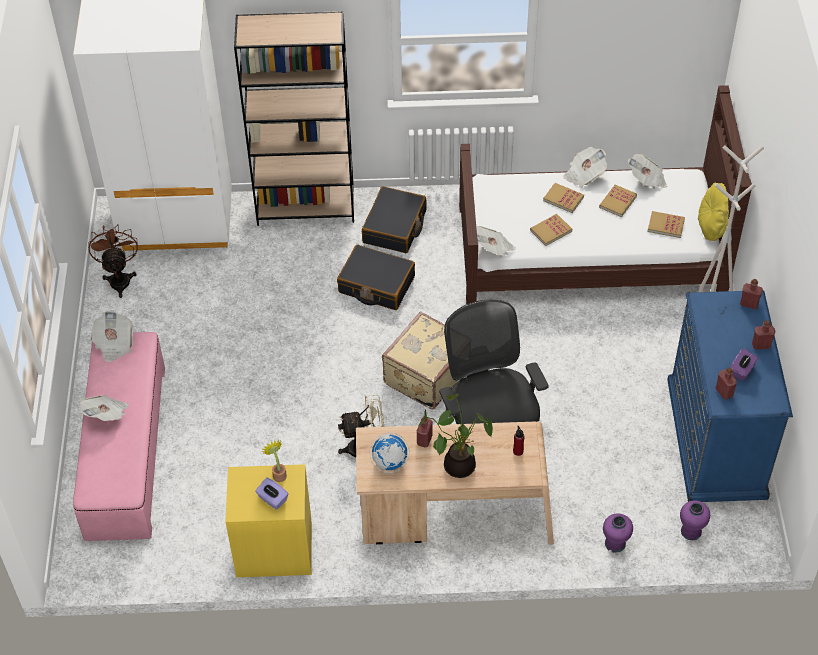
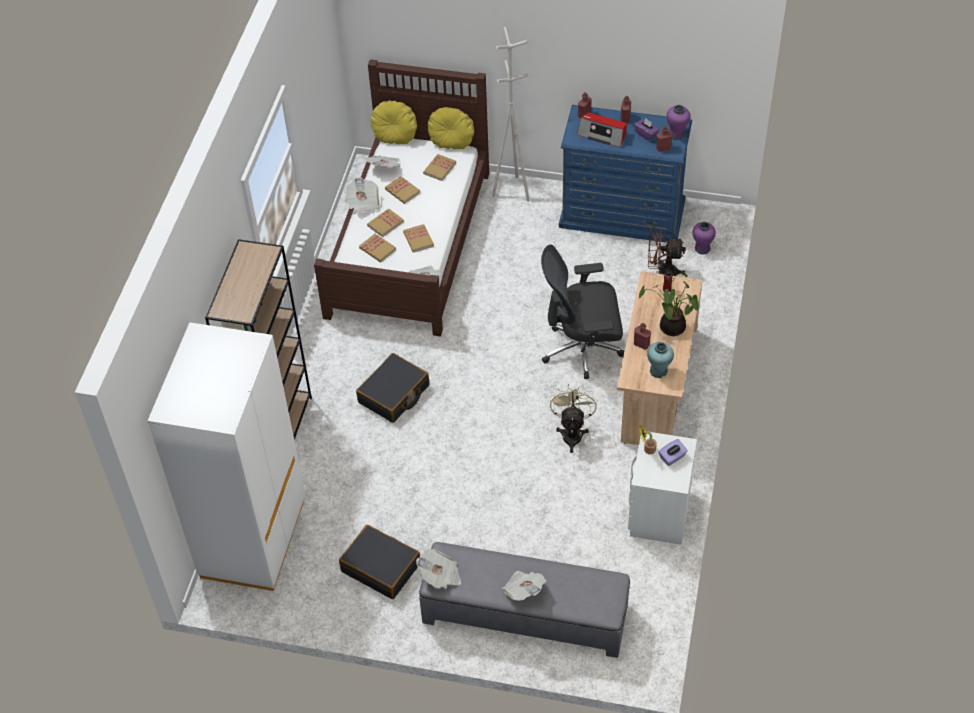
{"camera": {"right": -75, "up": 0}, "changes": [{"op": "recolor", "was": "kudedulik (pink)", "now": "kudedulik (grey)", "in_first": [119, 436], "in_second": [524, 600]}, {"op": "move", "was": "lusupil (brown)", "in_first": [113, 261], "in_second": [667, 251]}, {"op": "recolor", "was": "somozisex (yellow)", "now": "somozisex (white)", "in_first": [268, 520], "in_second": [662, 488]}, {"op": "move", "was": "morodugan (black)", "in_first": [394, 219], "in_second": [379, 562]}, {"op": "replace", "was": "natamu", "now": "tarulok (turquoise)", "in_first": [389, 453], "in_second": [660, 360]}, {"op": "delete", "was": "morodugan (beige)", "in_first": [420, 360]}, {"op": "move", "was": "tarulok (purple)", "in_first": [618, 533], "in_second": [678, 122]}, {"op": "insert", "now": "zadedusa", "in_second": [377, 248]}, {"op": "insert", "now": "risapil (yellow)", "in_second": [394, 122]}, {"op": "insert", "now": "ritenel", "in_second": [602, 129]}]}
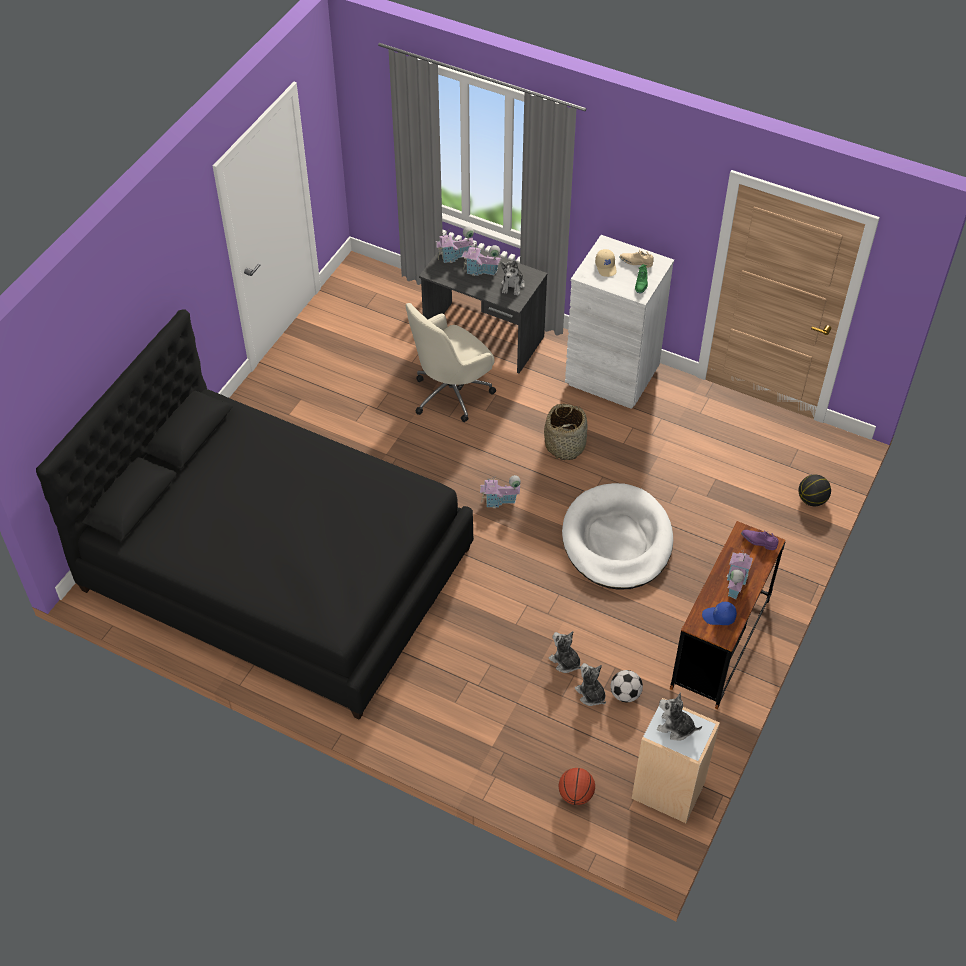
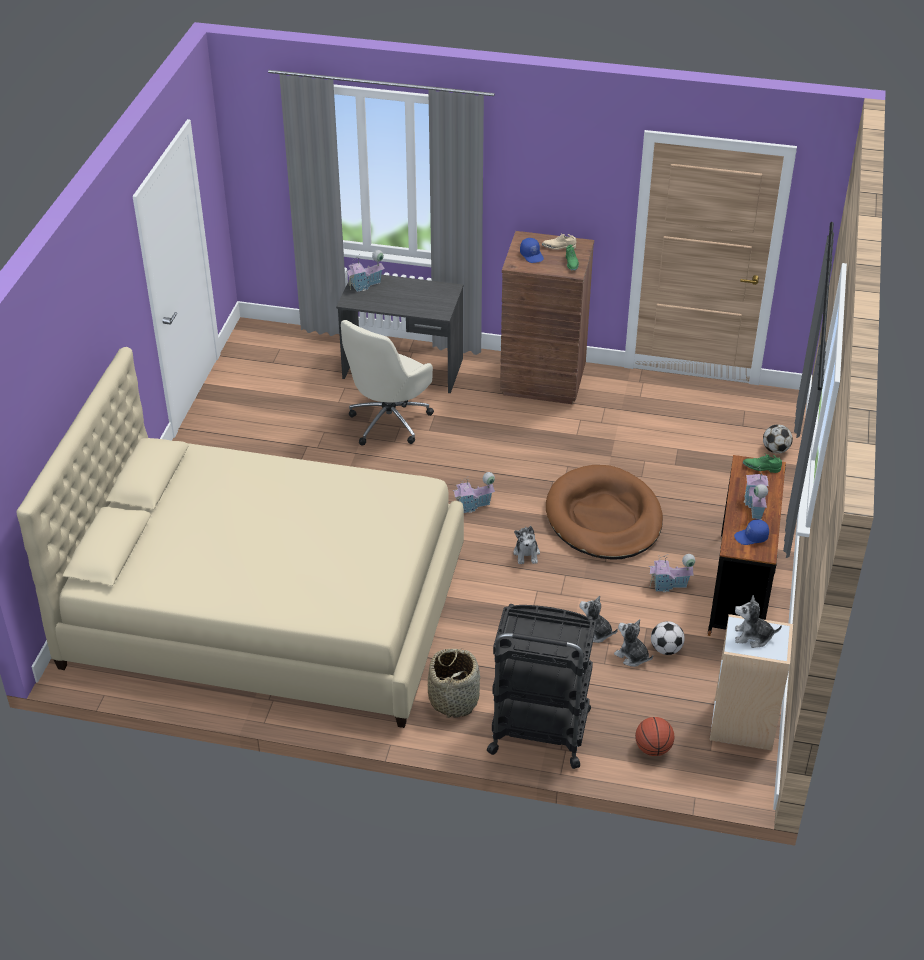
{"camera": {"right": -15, "up": -10}, "changes": [{"op": "recolor", "was": "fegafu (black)", "now": "fegafu (beige)", "in_first": [255, 514], "in_second": [240, 537]}, {"op": "move", "was": "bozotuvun", "in_first": [481, 259], "in_second": [672, 573]}, {"op": "move", "was": "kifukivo", "in_first": [512, 277], "in_second": [526, 545]}, {"op": "move", "was": "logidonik", "in_first": [566, 432], "in_second": [454, 683]}, {"op": "recolor", "was": "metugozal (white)", "now": "metugozal (brown)", "in_first": [617, 536], "in_second": [604, 512]}, {"op": "recolor", "was": "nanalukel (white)", "now": "nanalukel (brown)", "in_first": [619, 322], "in_second": [547, 317]}, {"op": "recolor", "was": "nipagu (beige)", "now": "nipagu (blue)", "in_first": [606, 263], "in_second": [532, 250]}, {"op": "recolor", "was": "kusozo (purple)", "now": "kusozo (green)", "in_first": [760, 540], "in_second": [762, 463]}, {"op": "replace", "was": "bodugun", "now": "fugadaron", "in_first": [815, 490], "in_second": [778, 438]}, {"op": "insert", "now": "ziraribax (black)", "in_second": [541, 686]}]}
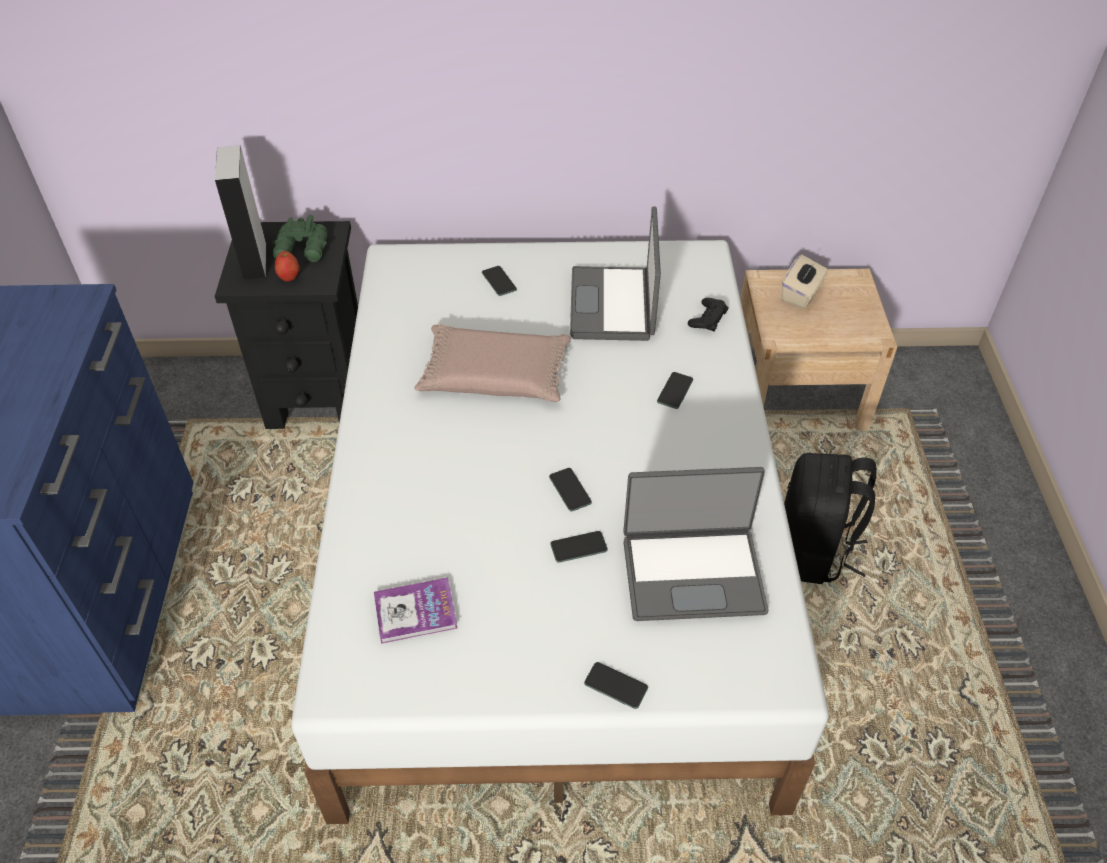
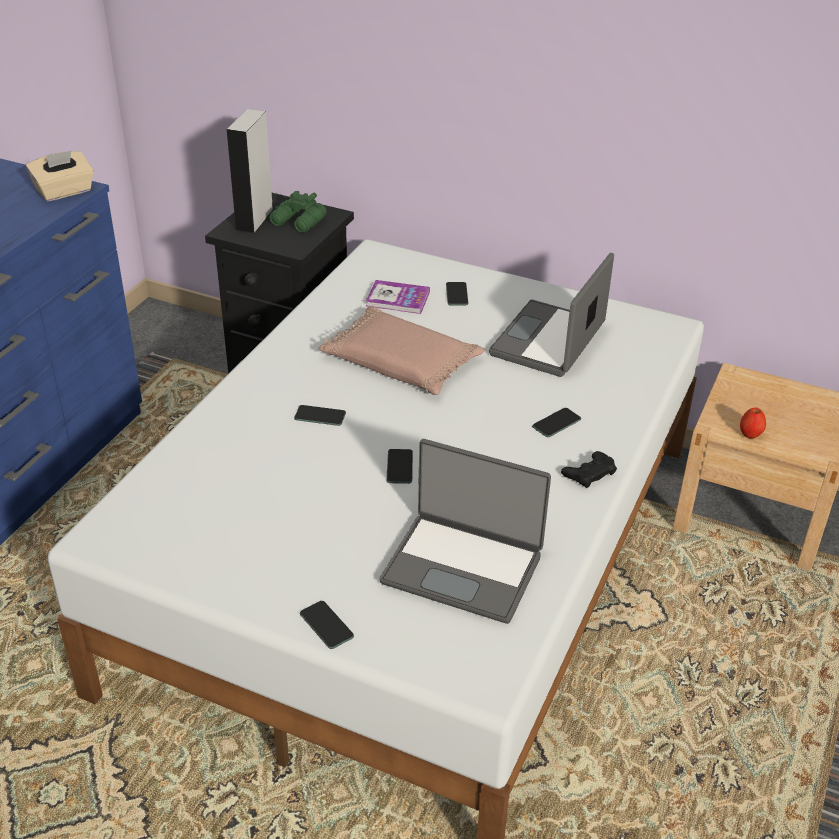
{"camera": {"right": 25, "up": -10}, "changes": [{"op": "move", "was": "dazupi", "in_first": [287, 266], "in_second": [753, 422]}, {"op": "move", "was": "zadedusa", "in_first": [415, 611], "in_second": [398, 297]}, {"op": "move", "was": "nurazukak", "in_first": [579, 547], "in_second": [320, 415]}, {"op": "move", "was": "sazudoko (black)", "in_first": [708, 315], "in_second": [589, 469]}, {"op": "move", "was": "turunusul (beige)", "in_first": [804, 282], "in_second": [60, 176]}, {"op": "delete", "was": "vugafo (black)", "in_first": [830, 518]}]}
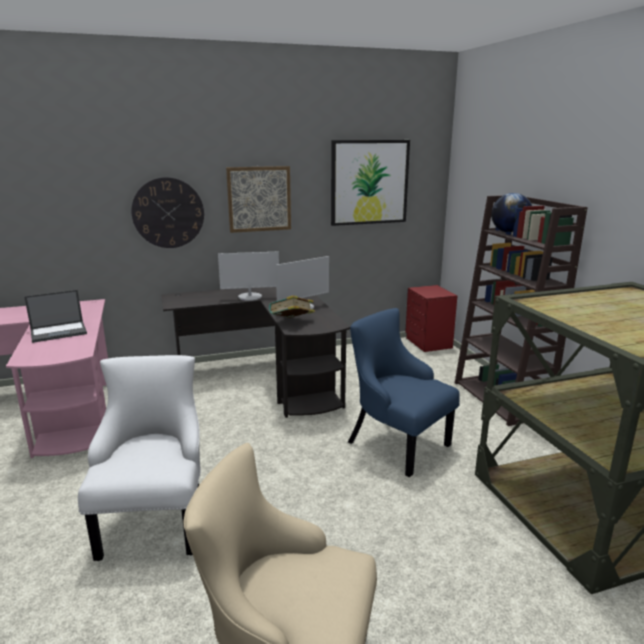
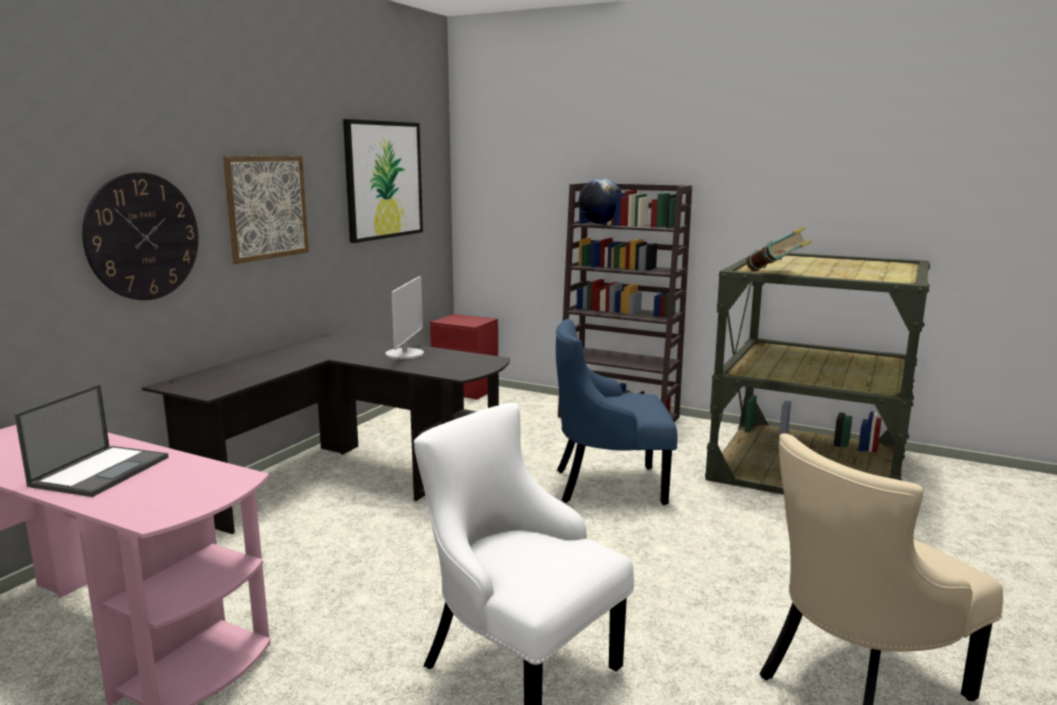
{"camera": {"right": -45, "up": -5}, "changes": [{"op": "delete", "was": "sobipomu", "in_first": [248, 276]}, {"op": "move", "was": "zadedusa", "in_first": [292, 306], "in_second": [779, 249]}]}
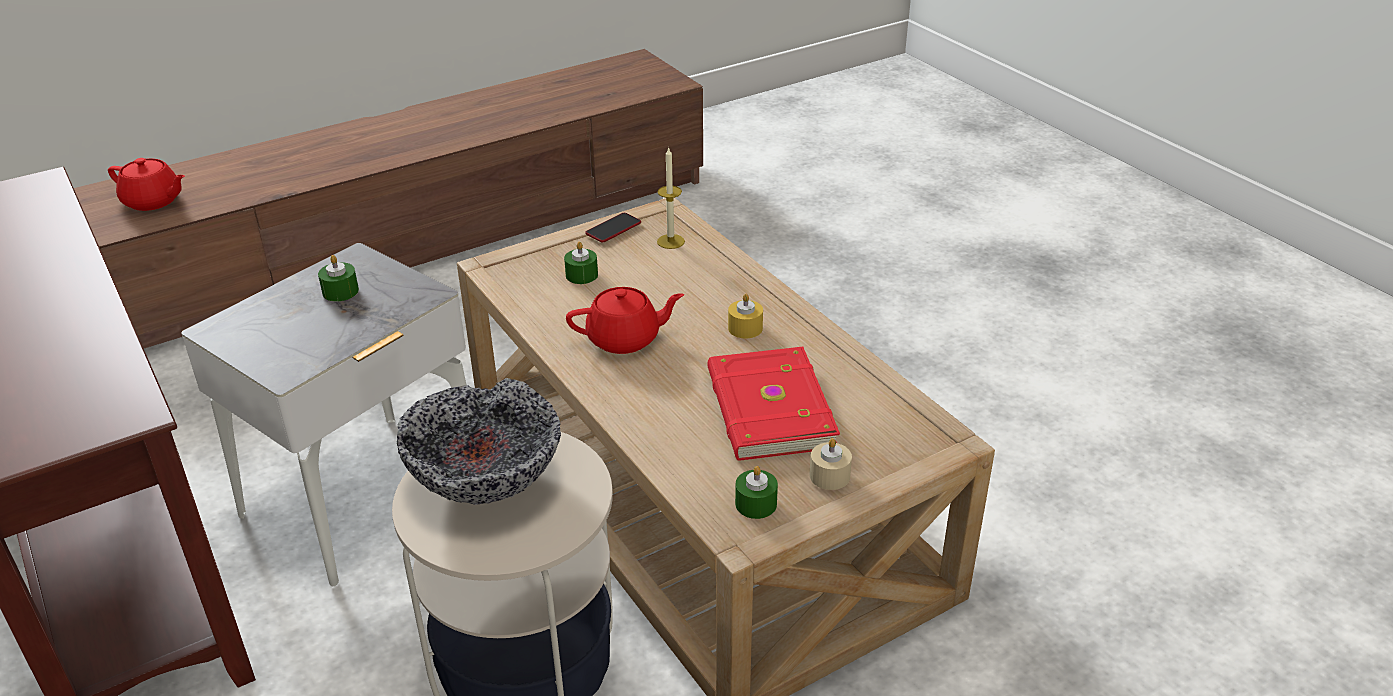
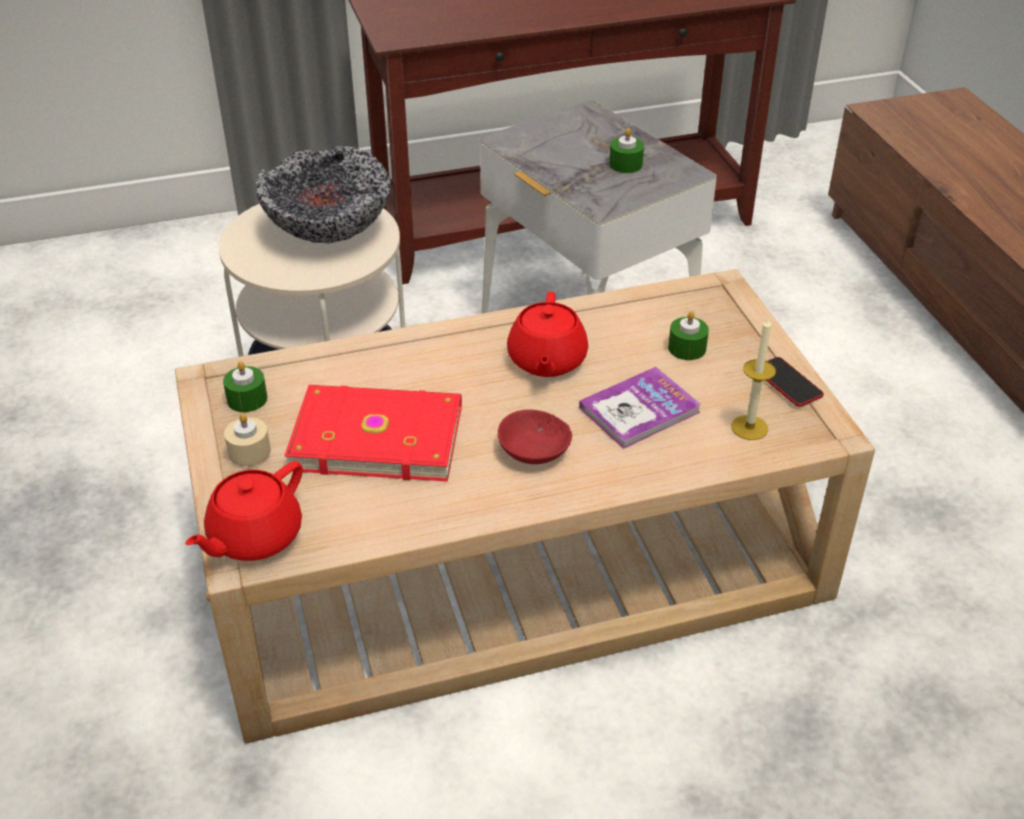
{"camera": {"right": 105, "up": 5}, "changes": [{"op": "move", "was": "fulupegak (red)", "in_first": [146, 184], "in_second": [244, 511]}, {"op": "replace", "was": "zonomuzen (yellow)", "now": "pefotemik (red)", "in_first": [745, 315], "in_second": [535, 437]}, {"op": "insert", "now": "zadedusa", "in_second": [640, 408]}]}
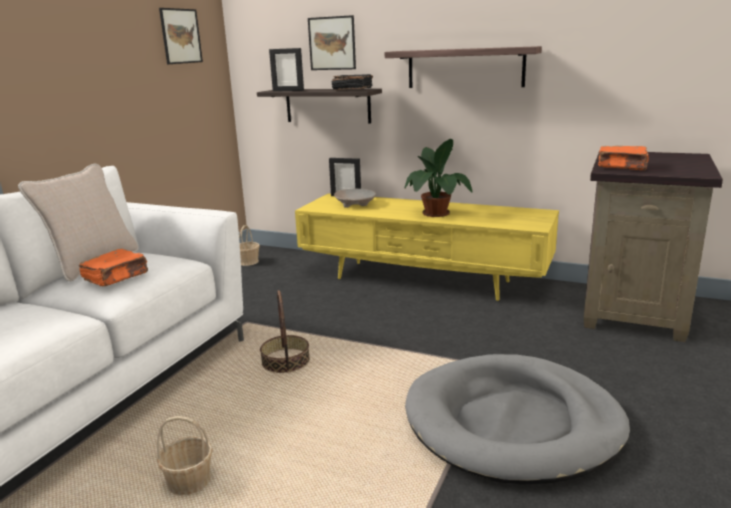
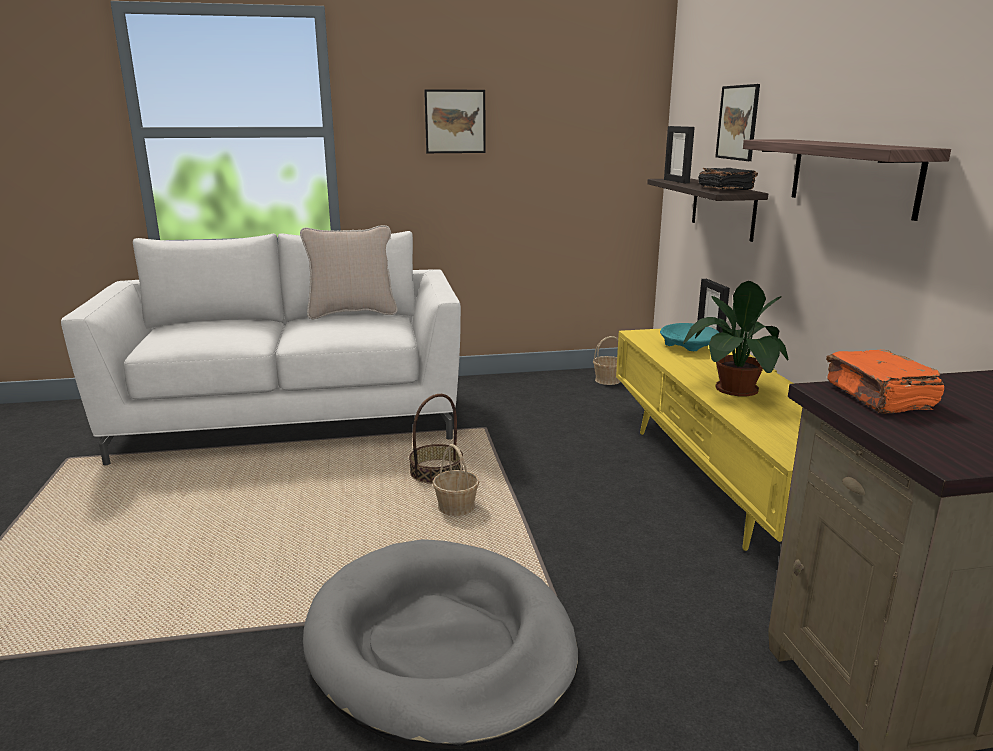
{"camera": {"right": 55, "up": 0}, "changes": [{"op": "delete", "was": "zadedusa (orange)", "in_first": [113, 267]}, {"op": "move", "was": "logidonik", "in_first": [185, 456], "in_second": [456, 480]}, {"op": "move", "was": "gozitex", "in_first": [181, 36], "in_second": [455, 121]}, {"op": "recolor", "was": "pefotemik (beige)", "now": "pefotemik (turquoise)", "in_first": [355, 198], "in_second": [689, 337]}]}
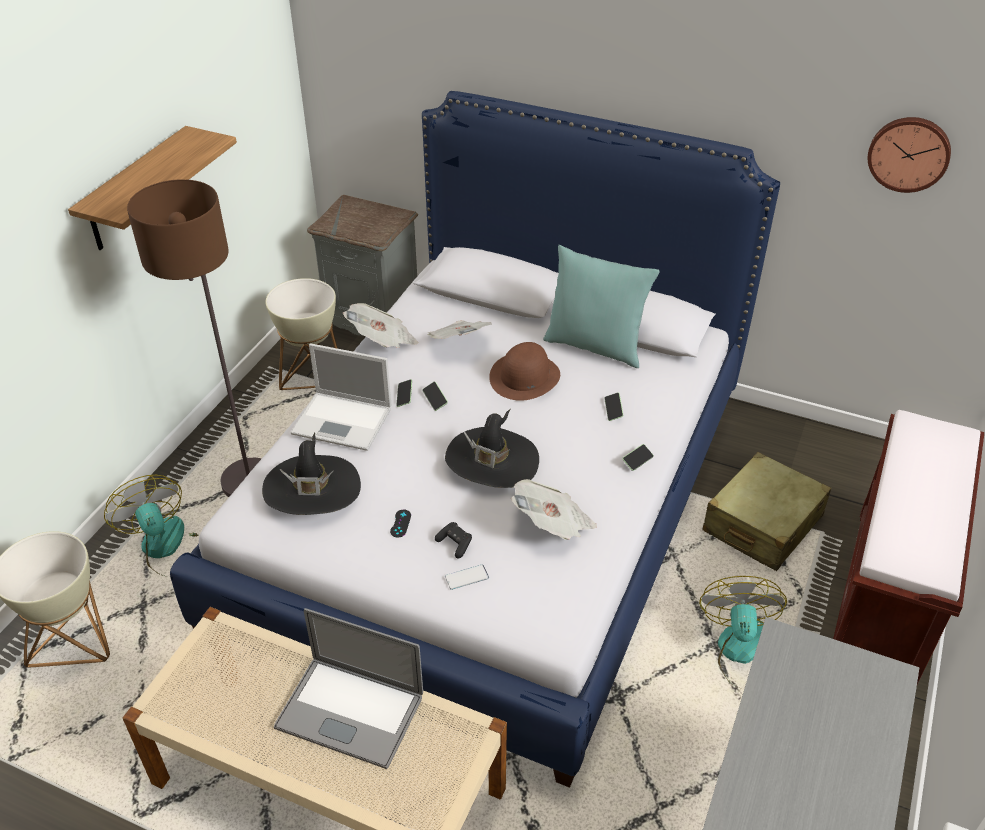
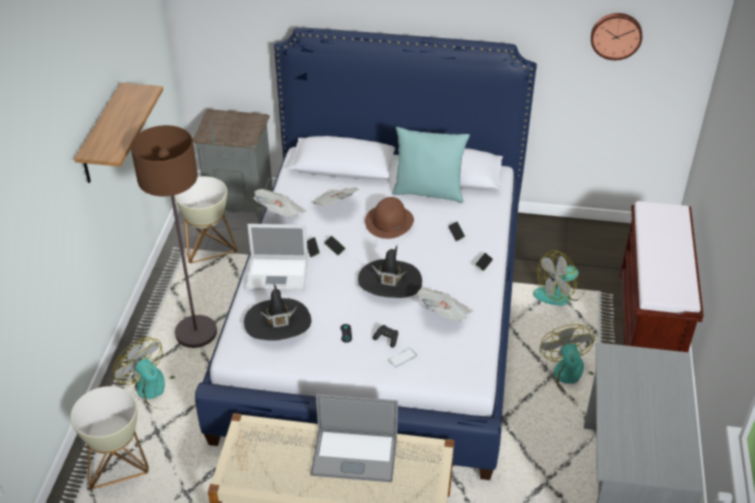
{"camera": {"right": -15, "up": 0}, "changes": [{"op": "replace", "was": "morodugan (beige)", "now": "lusupil", "in_first": [766, 511], "in_second": [559, 278]}]}
